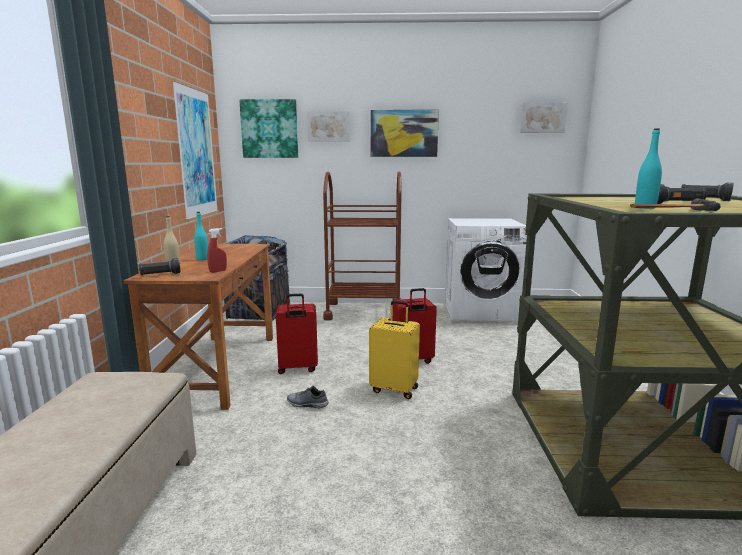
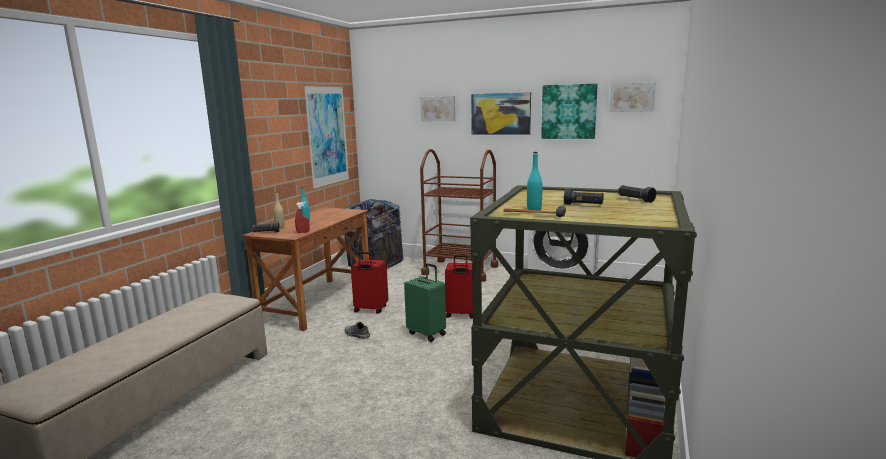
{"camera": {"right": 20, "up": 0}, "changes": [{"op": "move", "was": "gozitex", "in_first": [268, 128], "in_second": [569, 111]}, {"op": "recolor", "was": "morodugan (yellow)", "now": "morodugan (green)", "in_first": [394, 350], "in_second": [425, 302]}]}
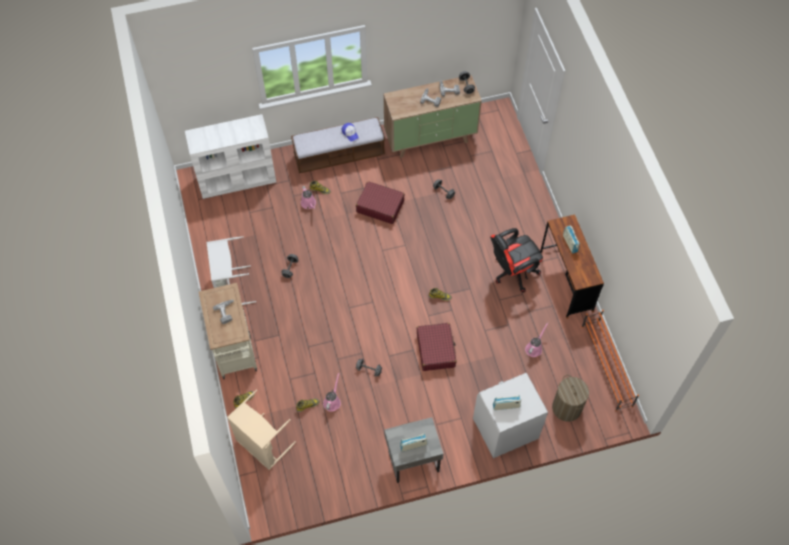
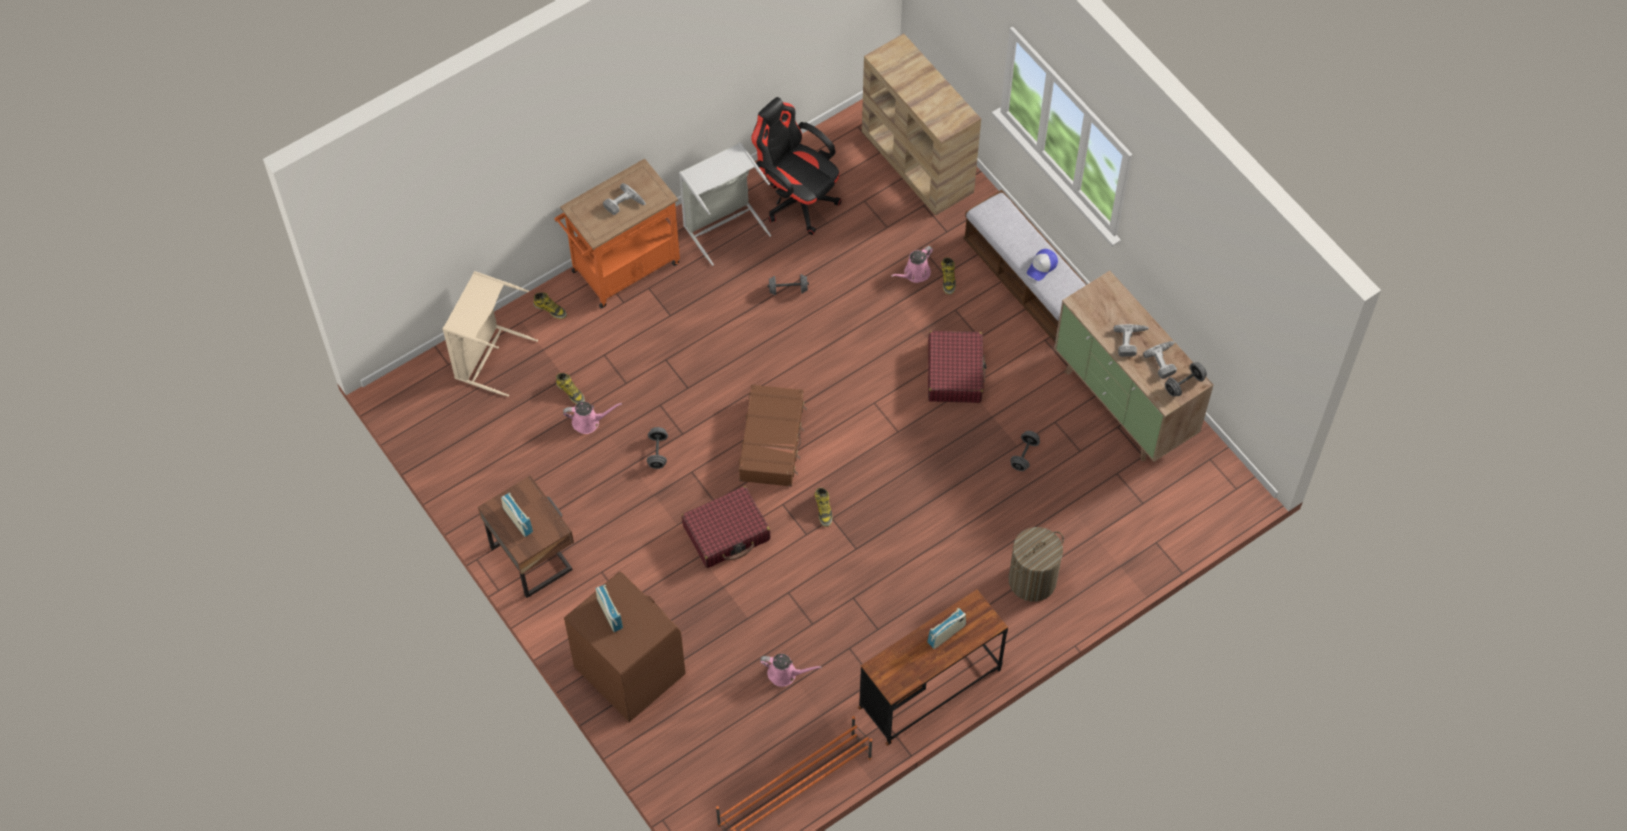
{"camera": {"right": 70, "up": 0}, "changes": [{"op": "recolor", "was": "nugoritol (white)", "now": "nugoritol (brown)", "in_first": [230, 156], "in_second": [921, 124]}, {"op": "recolor", "was": "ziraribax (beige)", "now": "ziraribax (orange)", "in_first": [228, 331], "in_second": [617, 233]}, {"op": "recolor", "was": "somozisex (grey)", "now": "somozisex (brown)", "in_first": [414, 450], "in_second": [526, 536]}, {"op": "recolor", "was": "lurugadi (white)", "now": "lurugadi (brown)", "in_first": [510, 415], "in_second": [625, 646]}, {"op": "move", "was": "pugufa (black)", "in_first": [516, 260], "in_second": [796, 166]}, {"op": "move", "was": "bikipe", "in_first": [570, 398], "in_second": [1036, 564]}, {"op": "insert", "now": "morodugan (brown)", "in_second": [773, 435]}]}
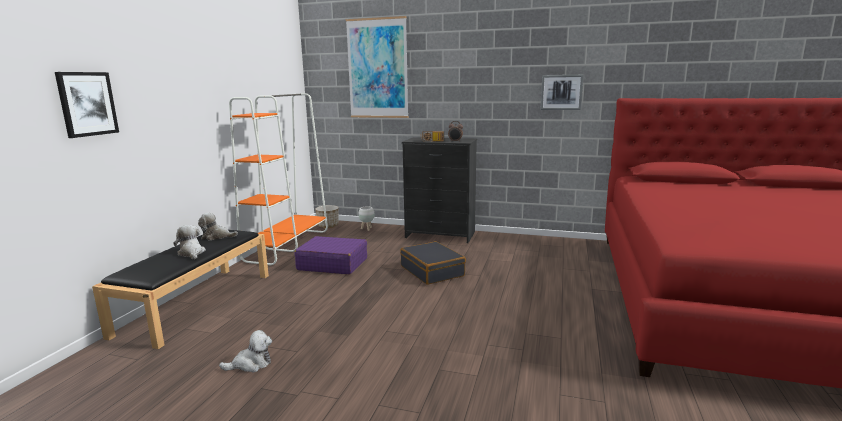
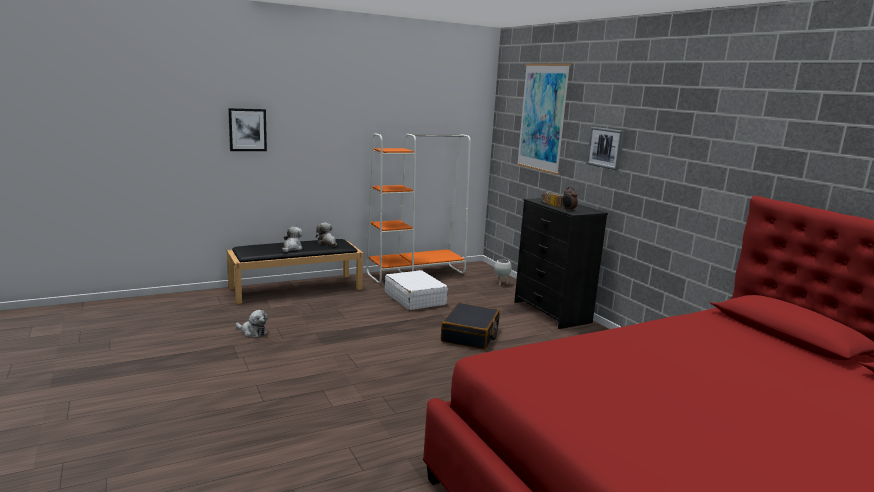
{"camera": {"right": 45, "up": 0}, "changes": [{"op": "recolor", "was": "morodugan (purple)", "now": "morodugan (white)", "in_first": [330, 255], "in_second": [416, 290]}, {"op": "delete", "was": "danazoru", "in_first": [327, 216]}, {"op": "move", "was": "gozitex", "in_first": [561, 92], "in_second": [605, 149]}]}
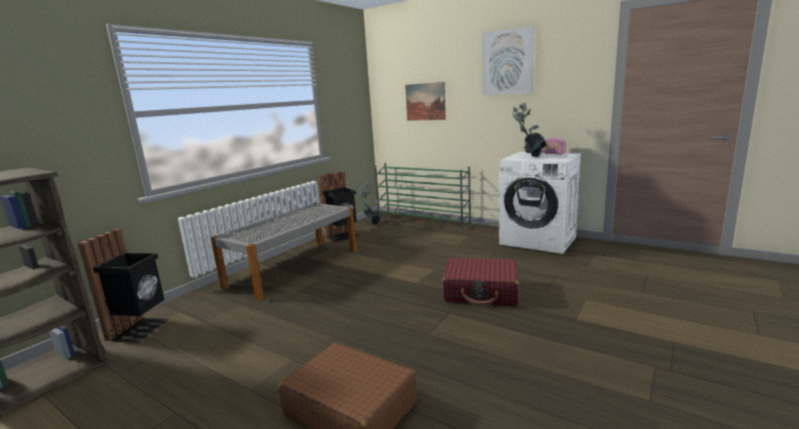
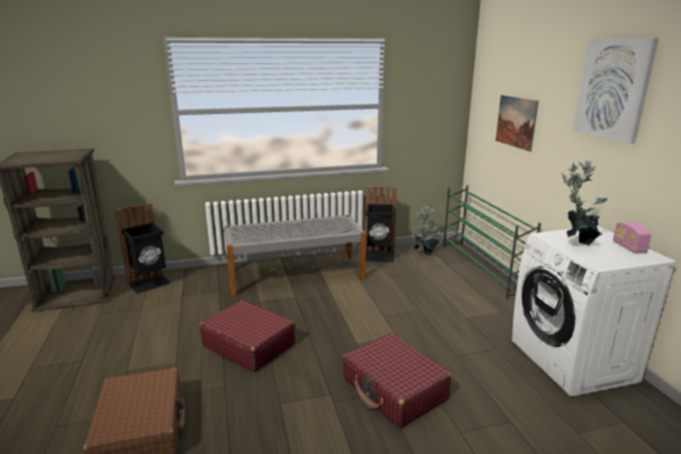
{"camera": {"right": 40, "up": 5}, "changes": [{"op": "insert", "now": "morodugan (red)", "in_second": [247, 336]}]}
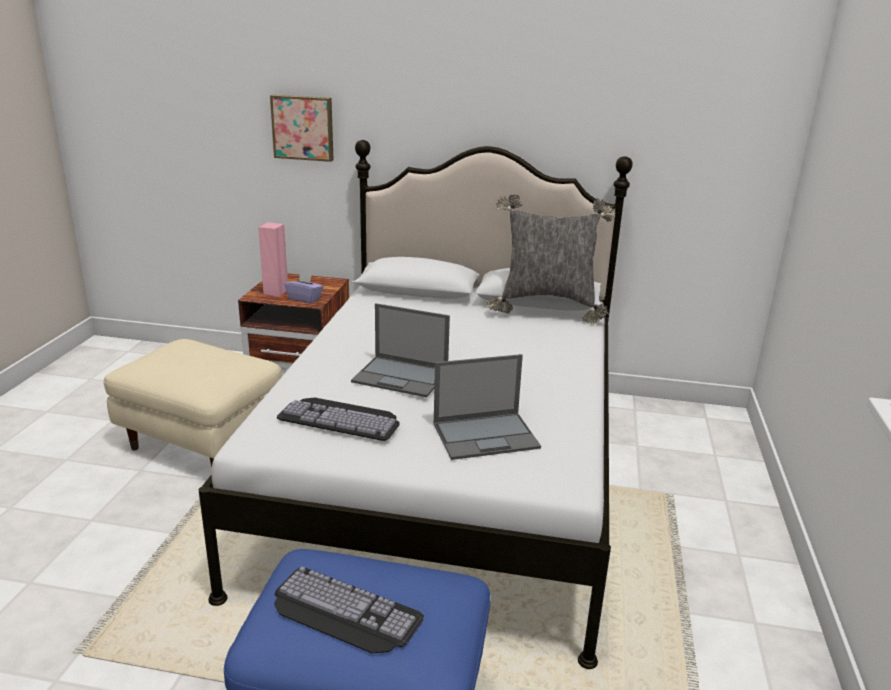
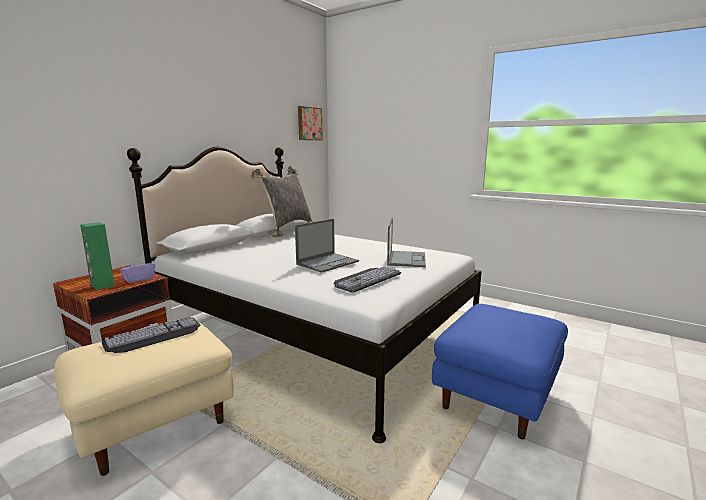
{"camera": {"right": -65, "up": -10}, "changes": [{"op": "recolor", "was": "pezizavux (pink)", "now": "pezizavux (green)", "in_first": [273, 259], "in_second": [97, 256]}, {"op": "move", "was": "gozitex", "in_first": [301, 128], "in_second": [310, 123]}, {"op": "move", "was": "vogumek", "in_first": [349, 610], "in_second": [150, 335]}]}
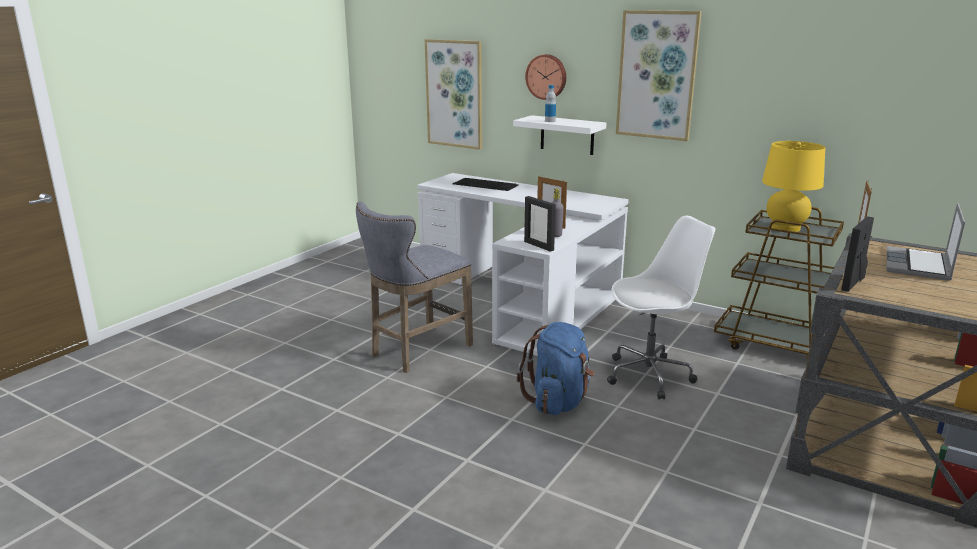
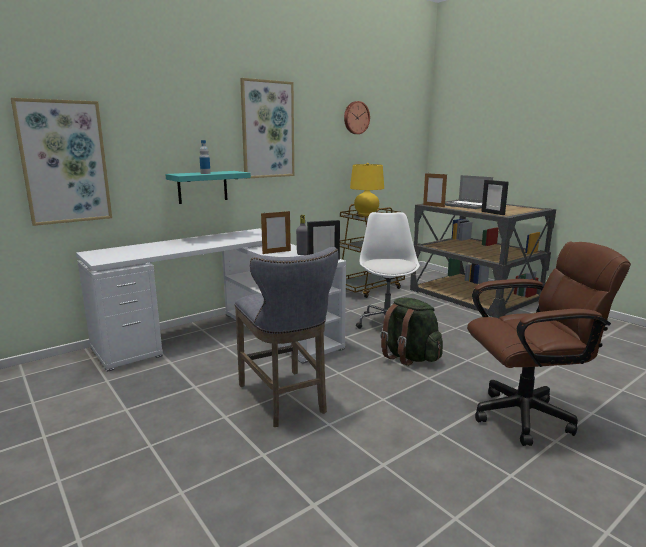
{"camera": {"right": -70, "up": -5}, "changes": [{"op": "delete", "was": "vogumek", "in_first": [485, 184]}, {"op": "recolor", "was": "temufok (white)", "now": "temufok (turquoise)", "in_first": [560, 135], "in_second": [208, 187]}, {"op": "recolor", "was": "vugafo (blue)", "now": "vugafo (green)", "in_first": [556, 368], "in_second": [411, 332]}, {"op": "move", "was": "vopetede", "in_first": [545, 77], "in_second": [357, 117]}, {"op": "insert", "now": "pugufa (brown)", "in_second": [549, 343]}]}
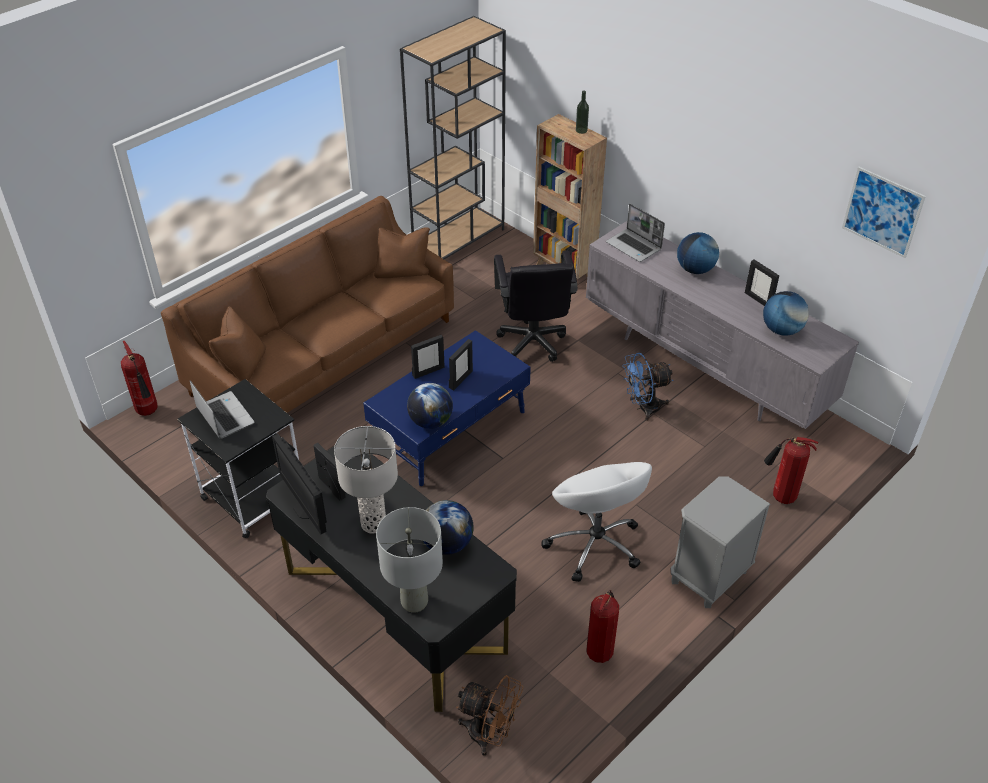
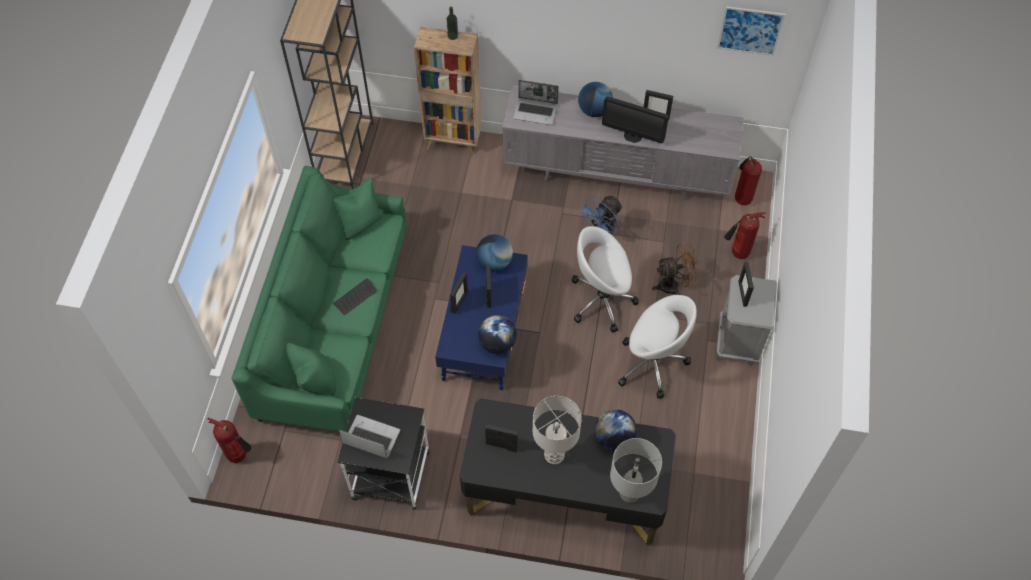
{"camera": {"right": -35, "up": 15}, "changes": [{"op": "recolor", "was": "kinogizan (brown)", "now": "kinogizan (green)", "in_first": [307, 304], "in_second": [319, 299]}, {"op": "move", "was": "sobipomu", "in_first": [299, 484], "in_second": [635, 119]}, {"op": "move", "was": "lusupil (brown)", "in_first": [490, 715], "in_second": [676, 269]}, {"op": "delete", "was": "pugufa (black)", "in_first": [535, 306]}, {"op": "move", "was": "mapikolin", "in_first": [602, 626], "in_second": [748, 180]}, {"op": "move", "was": "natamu", "in_first": [786, 313], "in_second": [494, 252]}, {"op": "insert", "now": "vogumek", "in_second": [355, 296]}, {"op": "insert", "now": "pugufa (white)", "in_second": [605, 279]}, {"op": "insert", "now": "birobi", "in_second": [746, 284]}]}
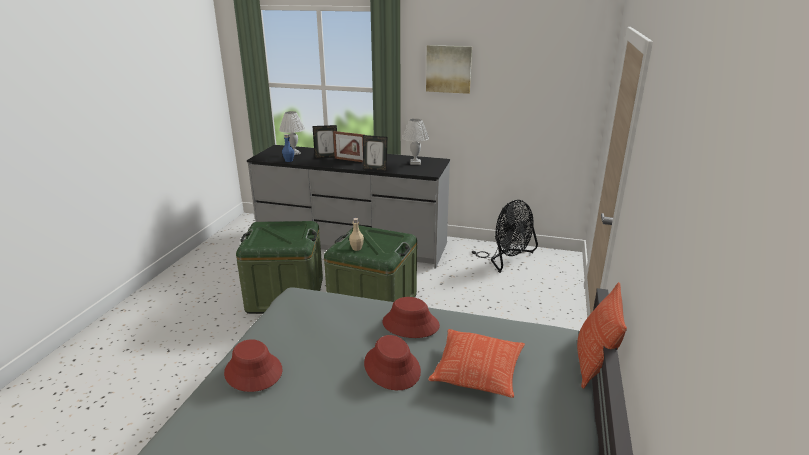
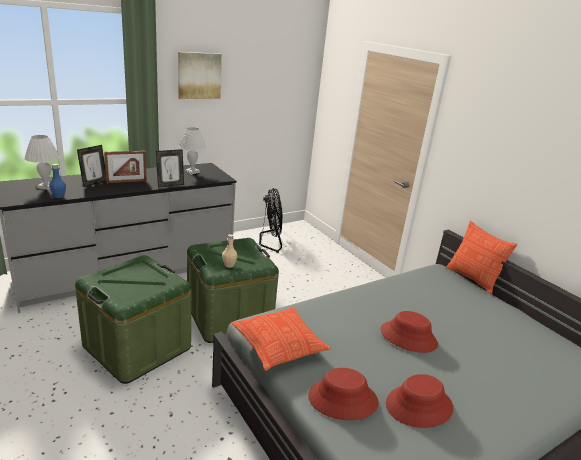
{"camera": {"right": -50, "up": 0}, "changes": [{"op": "move", "was": "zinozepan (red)", "in_first": [411, 317], "in_second": [419, 401]}, {"op": "move", "was": "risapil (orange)", "in_first": [476, 363], "in_second": [281, 339]}]}
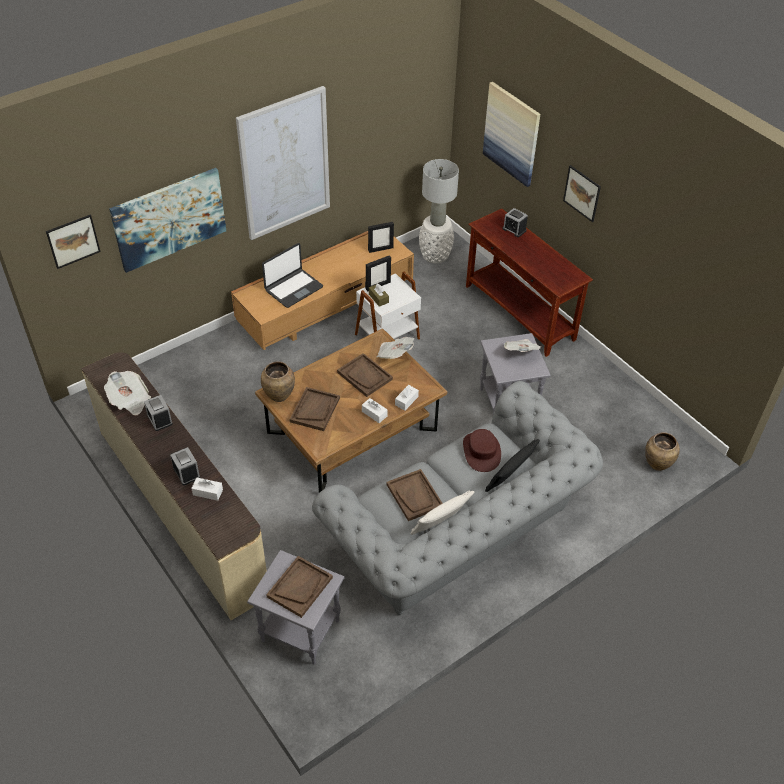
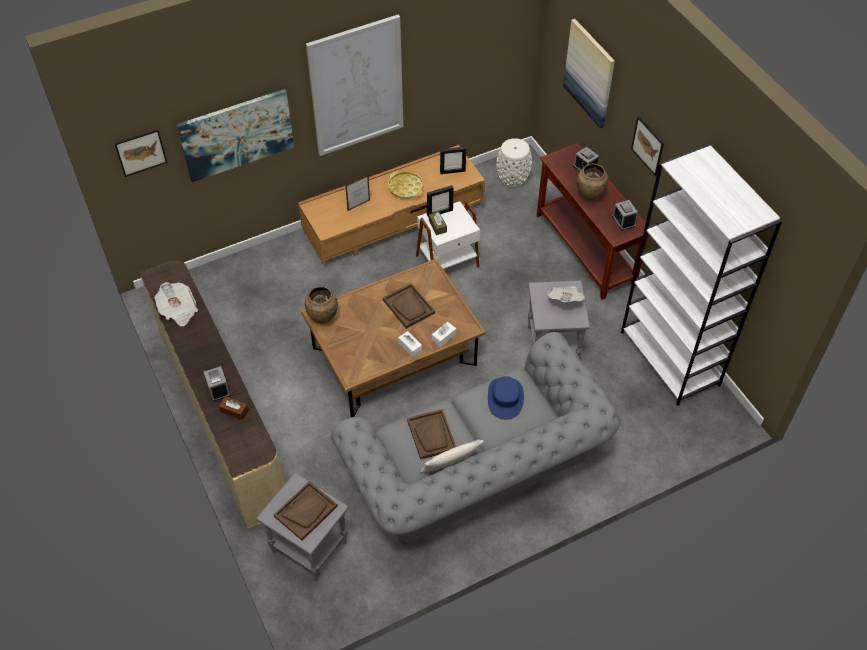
{"camera": {"right": 10, "up": 5}, "changes": [{"op": "move", "was": "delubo", "in_first": [158, 413], "in_second": [625, 215]}, {"op": "recolor", "was": "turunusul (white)", "now": "turunusul (brown)", "in_first": [207, 489], "in_second": [234, 408]}, {"op": "replace", "was": "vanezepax", "now": "birobi", "in_first": [292, 275], "in_second": [357, 193]}, {"op": "delete", "was": "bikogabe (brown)", "in_first": [314, 409]}, {"op": "delete", "was": "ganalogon", "in_first": [395, 348]}, {"op": "delete", "was": "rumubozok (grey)", "in_first": [440, 193]}, {"op": "recolor", "was": "zinozepan (brown)", "now": "zinozepan (blue)", "in_first": [482, 450], "in_second": [506, 397]}, {"op": "delete", "was": "risapil (black)", "in_first": [512, 465]}, {"op": "move", "was": "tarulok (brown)", "in_first": [662, 451], "in_second": [592, 182]}, {"op": "insert", "now": "bikogabe (yellow)", "in_second": [405, 185]}, {"op": "insert", "now": "nugoritol (white)", "in_second": [701, 275]}]}
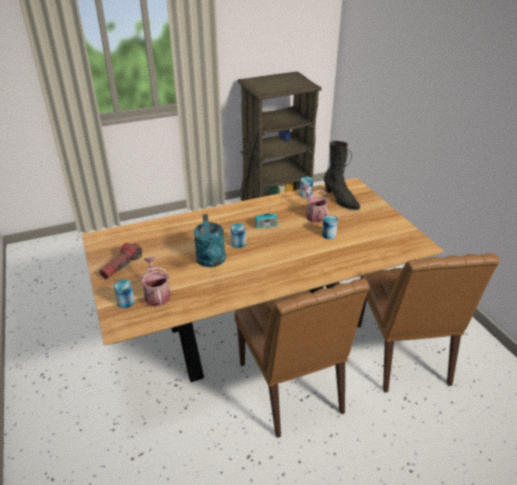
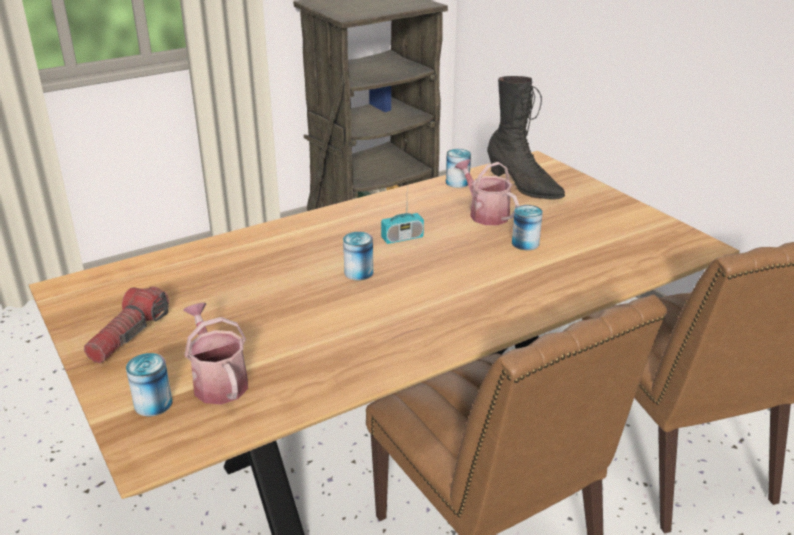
{"camera": {"right": -10, "up": -5}, "changes": [{"op": "delete", "was": "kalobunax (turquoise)", "in_first": [209, 240]}]}
